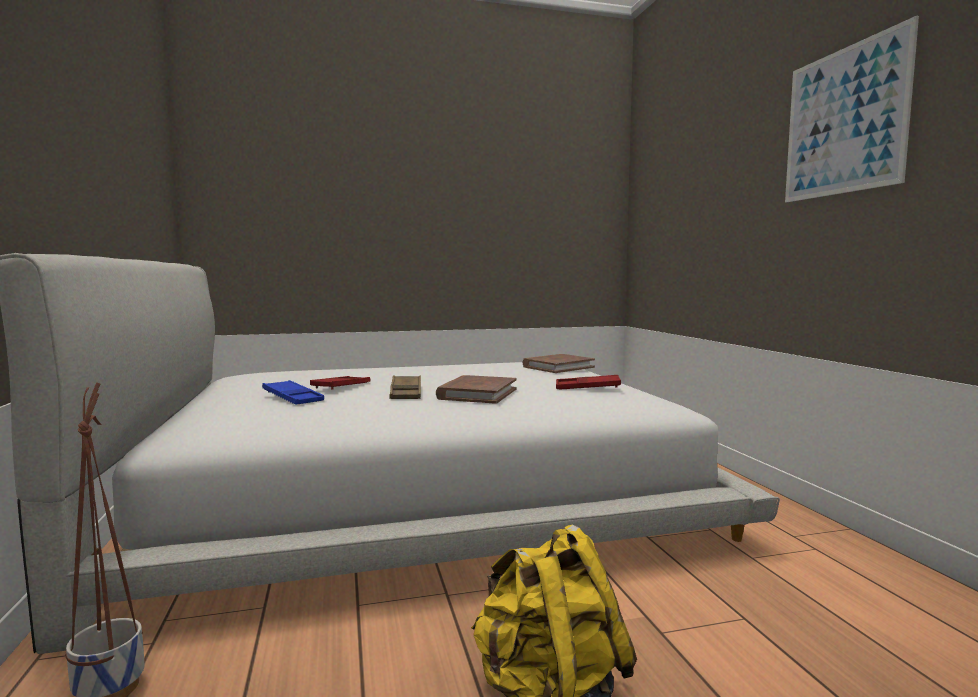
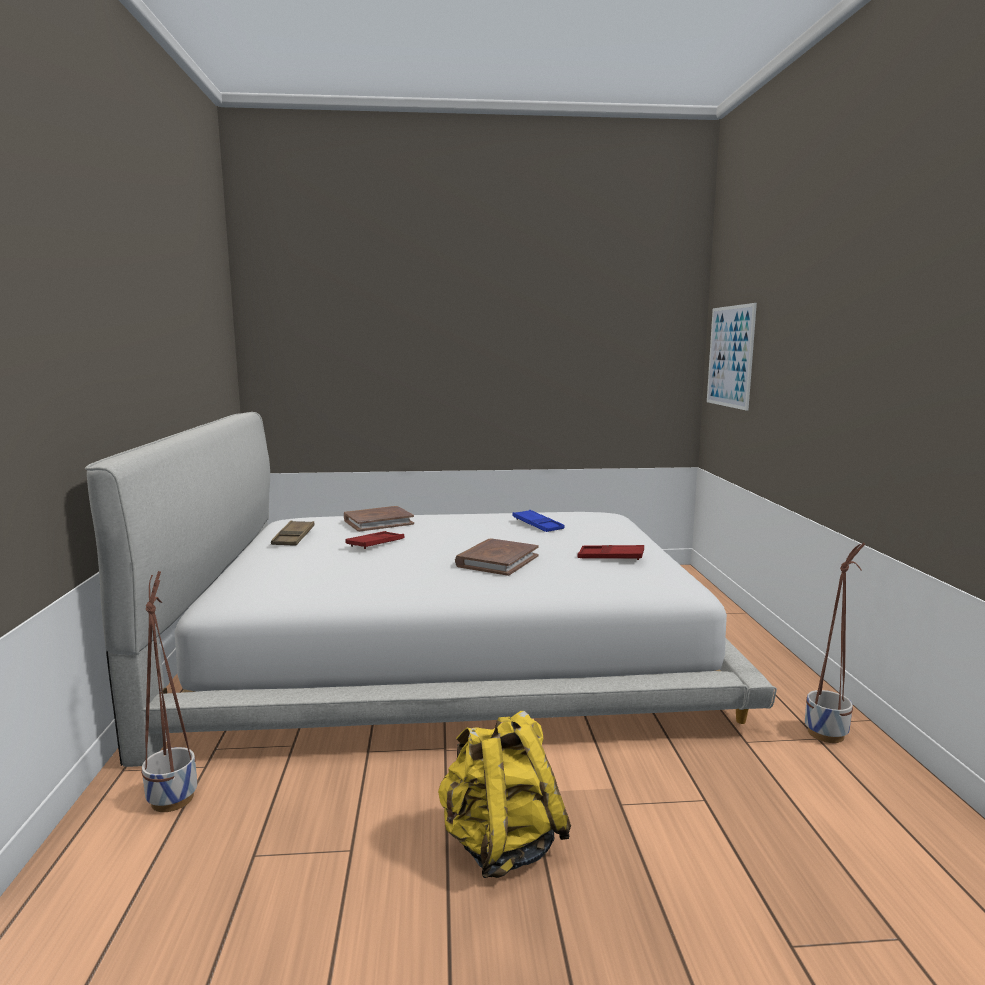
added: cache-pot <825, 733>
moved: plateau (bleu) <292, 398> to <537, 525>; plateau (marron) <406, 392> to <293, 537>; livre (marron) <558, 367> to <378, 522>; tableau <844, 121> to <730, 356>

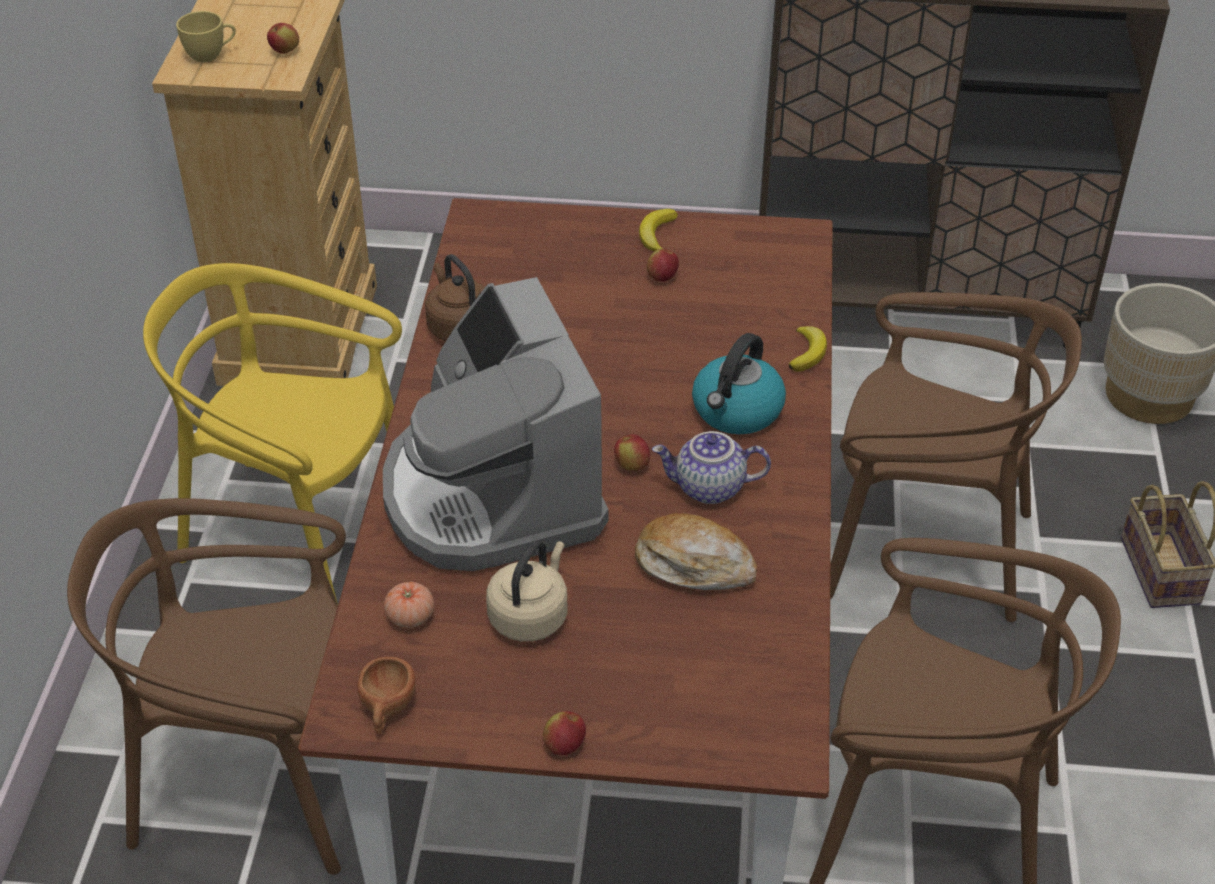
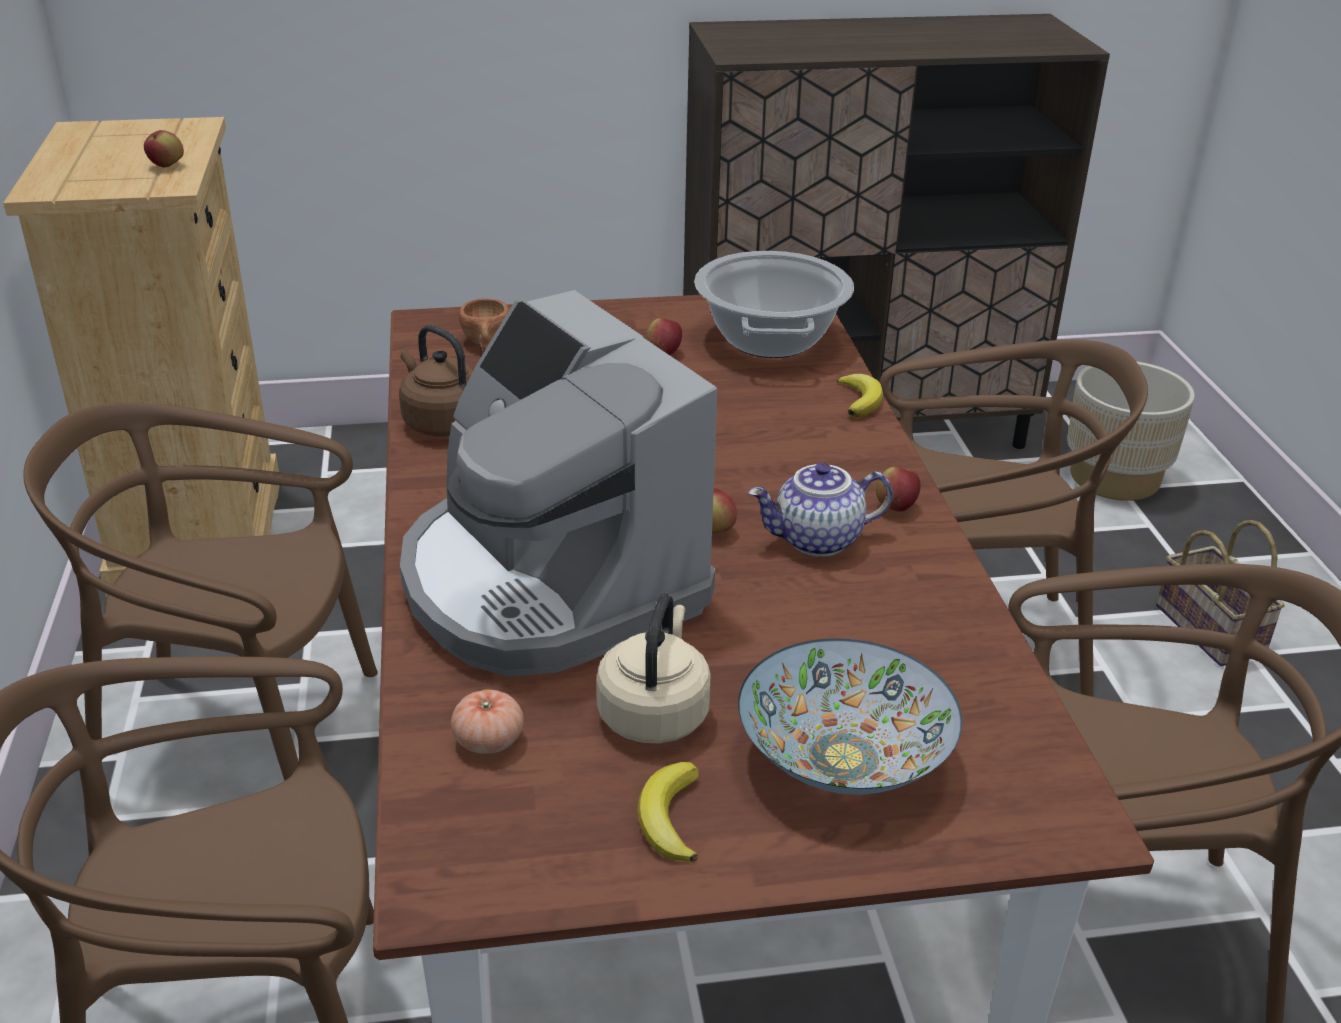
removed: tasse (jaune) <211, 55>; pain <694, 564>; bouilloire <737, 411>
added: marmite <769, 339>; bol <844, 759>
moved: tasse (marron) <387, 710> to <486, 345>; pomme <564, 746> to <895, 507>; banane <656, 234> to <670, 818>
recoloured: chaise (jaune) <299, 532> to chaise (marron) <242, 741>

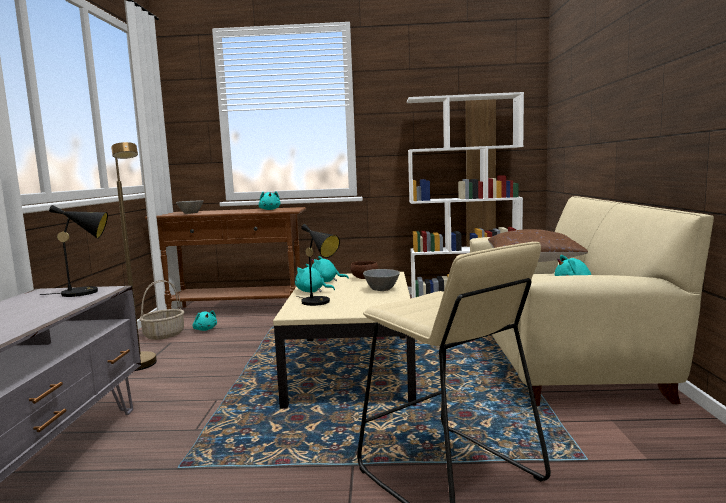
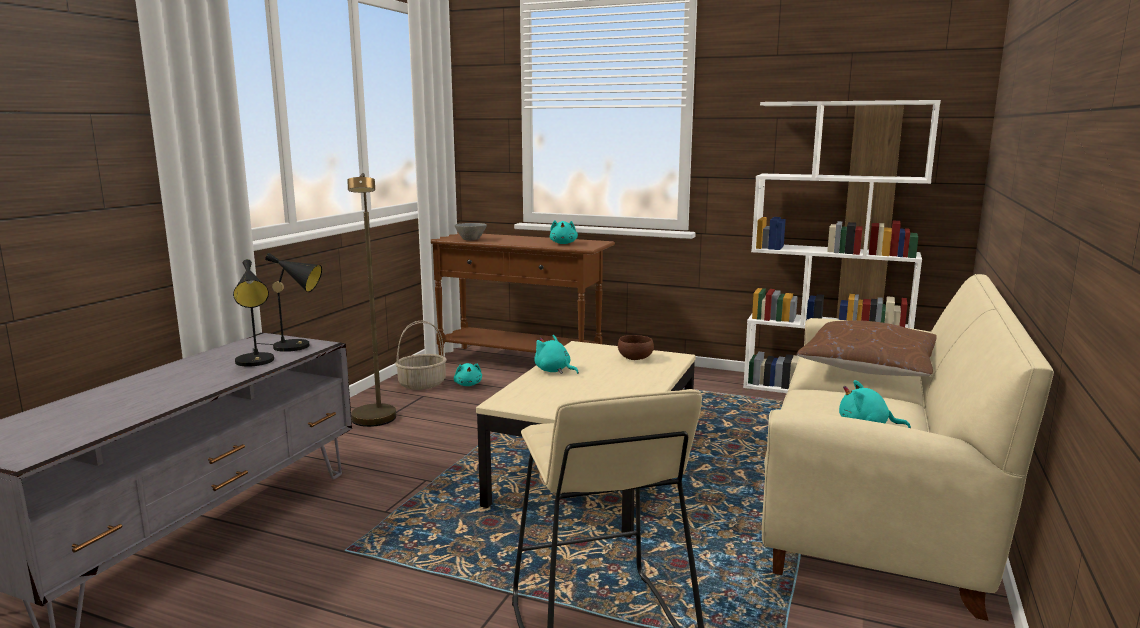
removed: peluche (turquoise) <326, 281>; bol (gris) <381, 289>
moved: lampe de table (noir) <319, 302> to <256, 362>

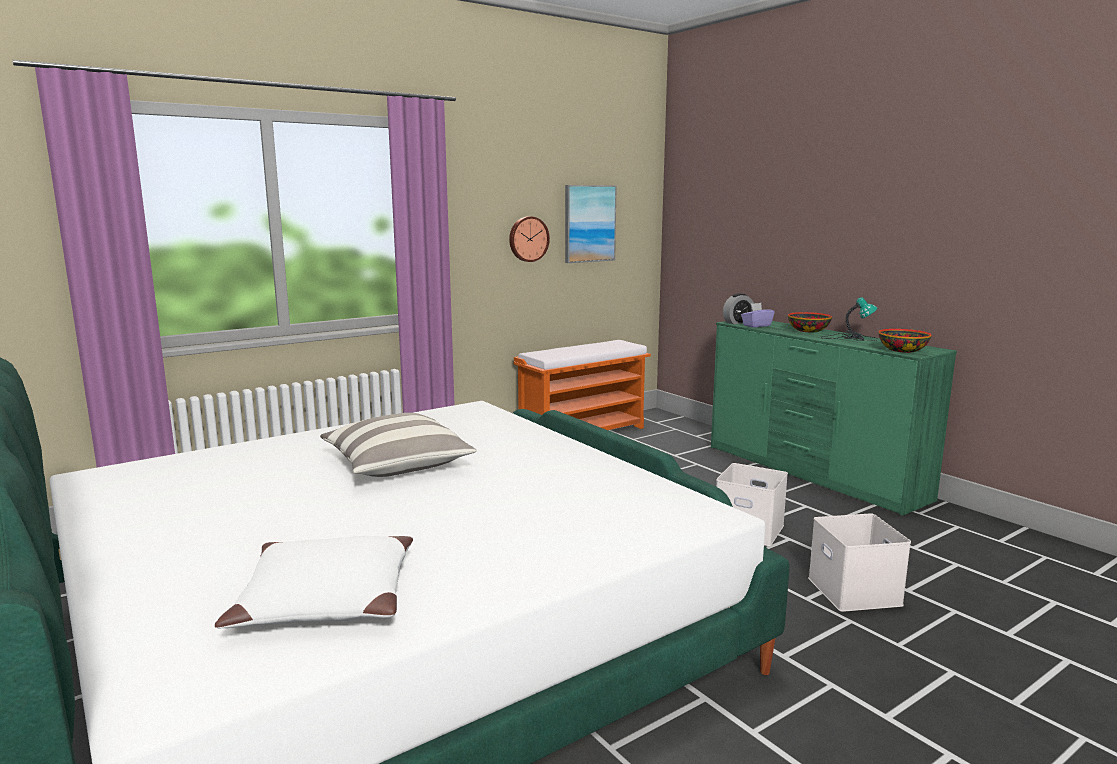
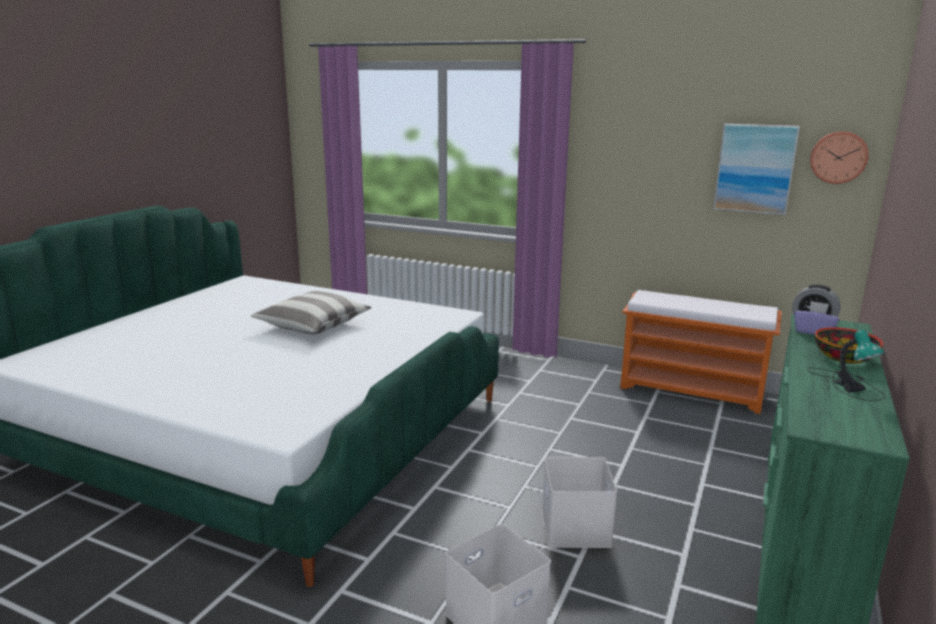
removed: coussin (blanc) <326, 600>; bol <902, 350>
moved: horloge murale <528, 239> to <838, 157>

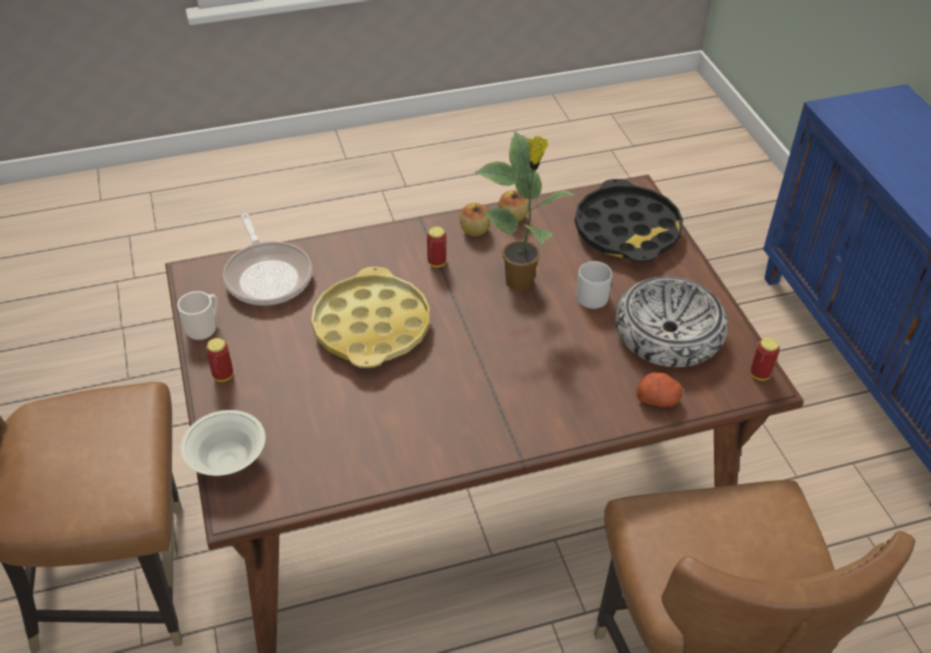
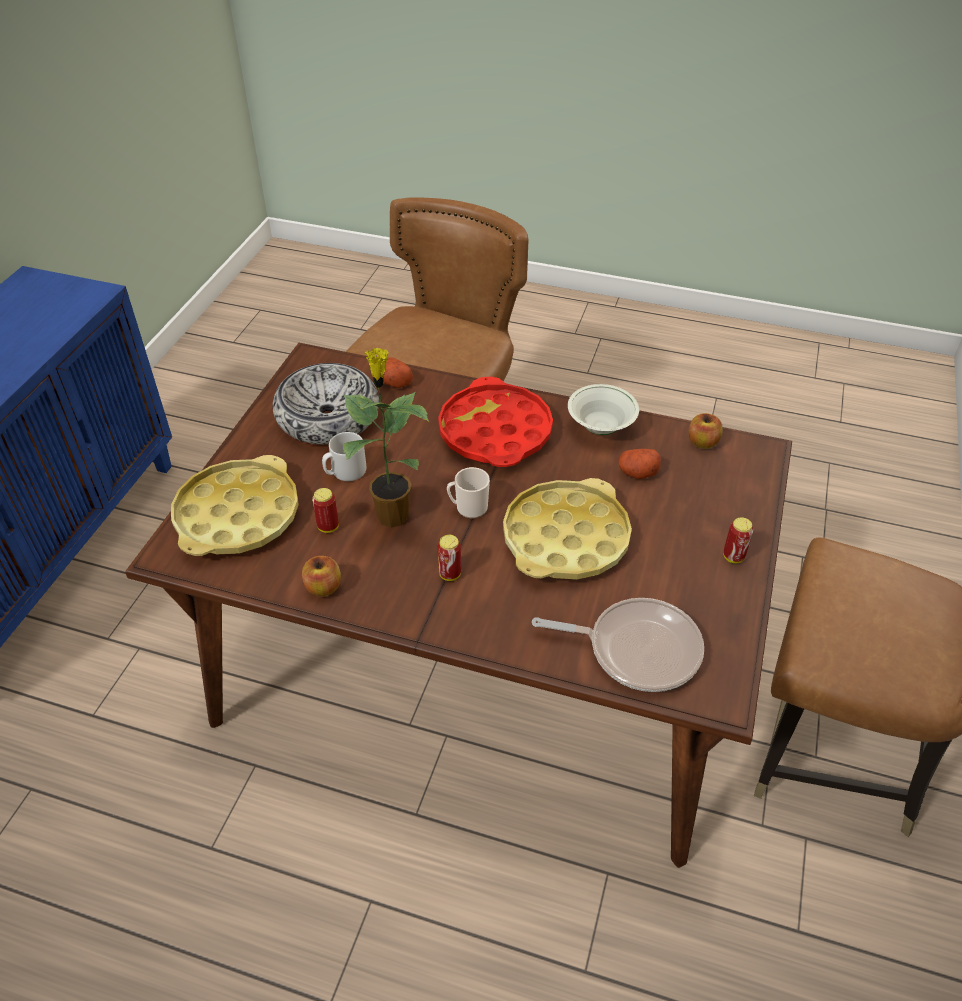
added: plateau (rouge) <495, 432>; pomme de terre <637, 473>
moved: mug <204, 328> to <468, 508>; bol (blanc) <228, 461> to <600, 427>; pomme <474, 230> to <702, 442>; boîte métallique <760, 374> to <328, 527>
recoloured: plateau (noir) <627, 230> to plateau (jaune) <237, 515>
turned: poêle <268, 275> = <637, 649> 90 degrees clockwise

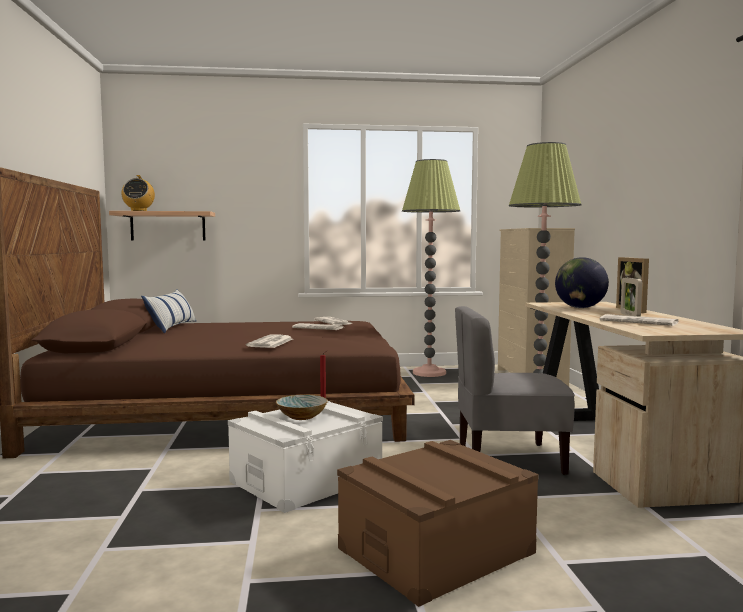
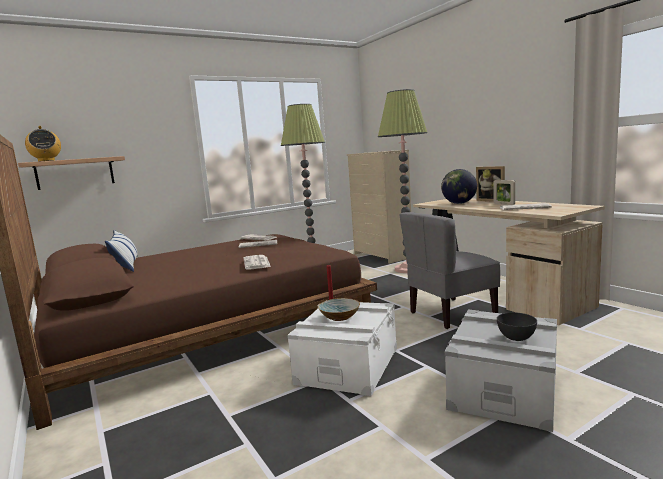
added: bol (gris) <516, 338>
recoloured: boîte de rangement (marron) <436, 550> to boîte de rangement (gris) <504, 389>

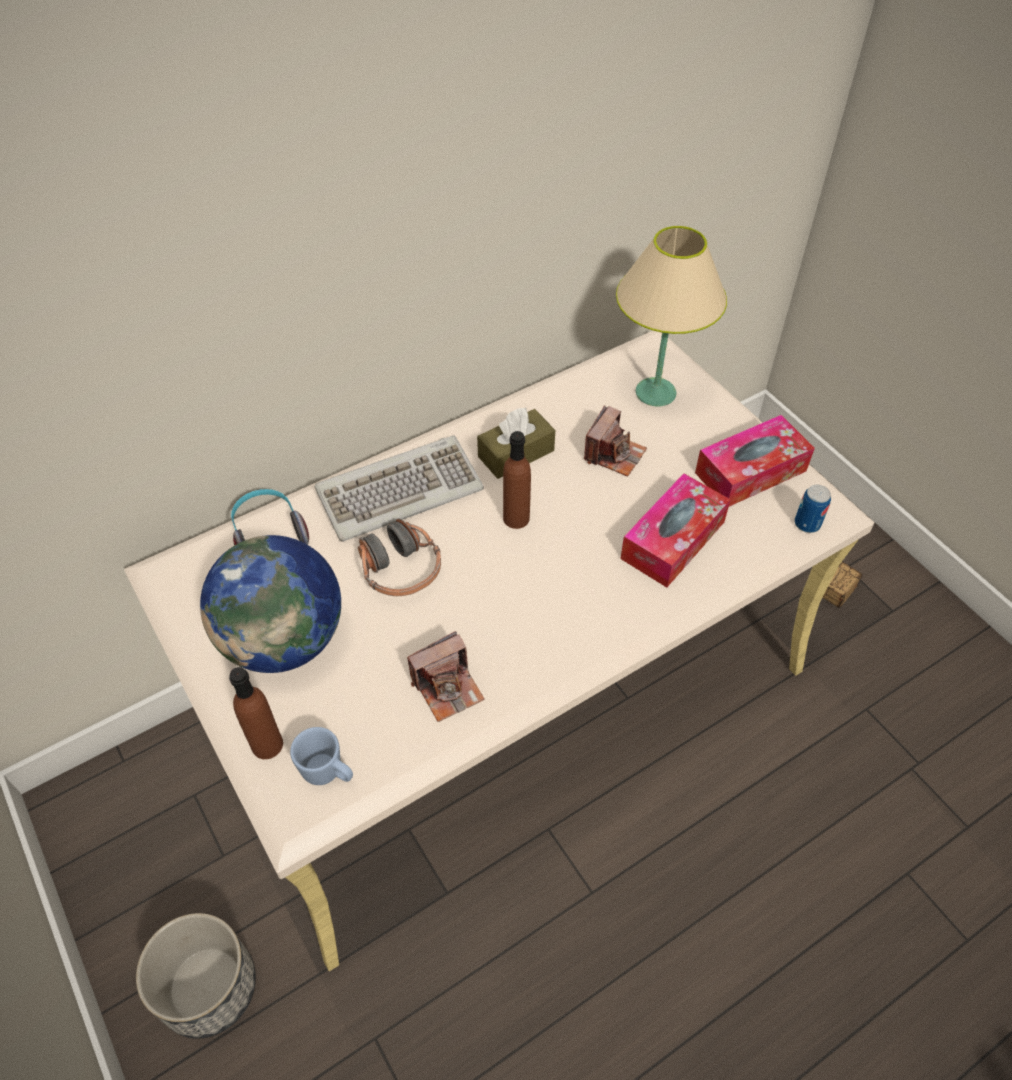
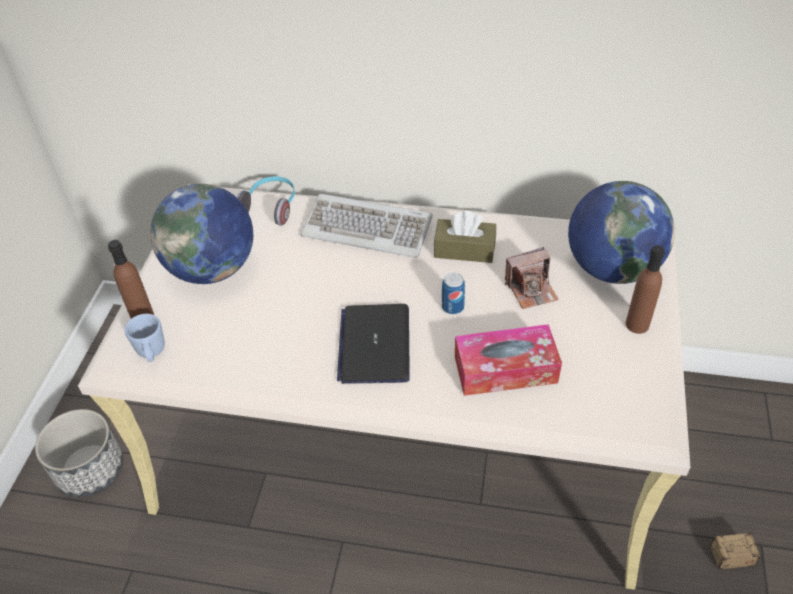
removed: casque audio <400, 570>; appareil photo <447, 688>; boîte à mouchoirs <750, 472>
added: ordinateur portable <374, 344>
moved: bouteille (marron) <516, 518> to <637, 324>; boîte métallique <807, 524> to <452, 307>
replaced: lampe de table (beige) <655, 392> to globe <612, 268>

